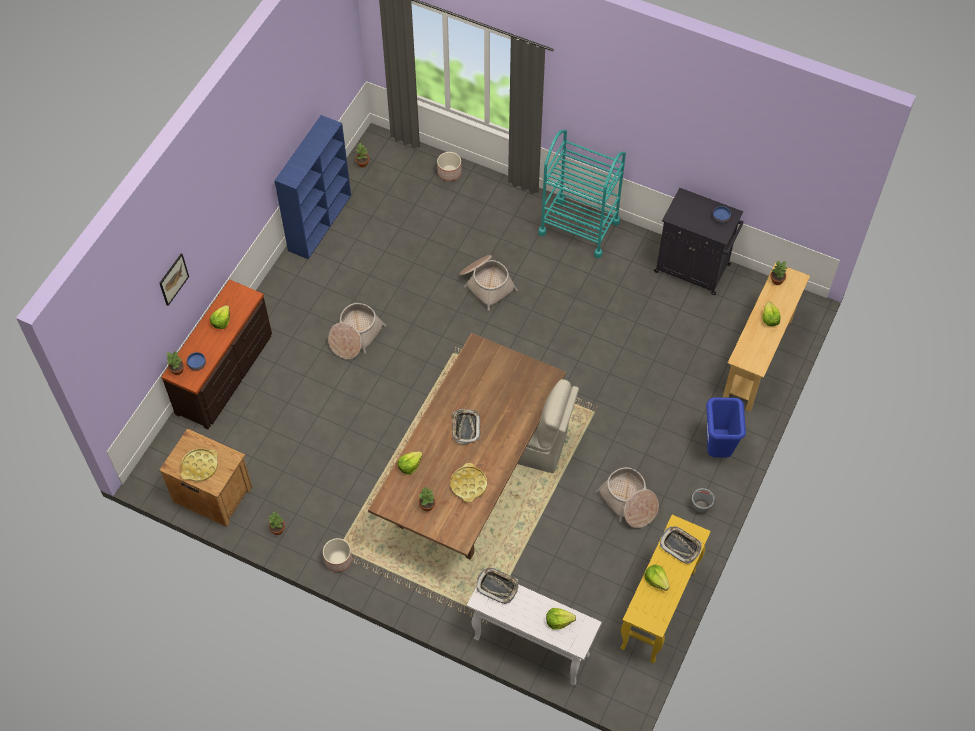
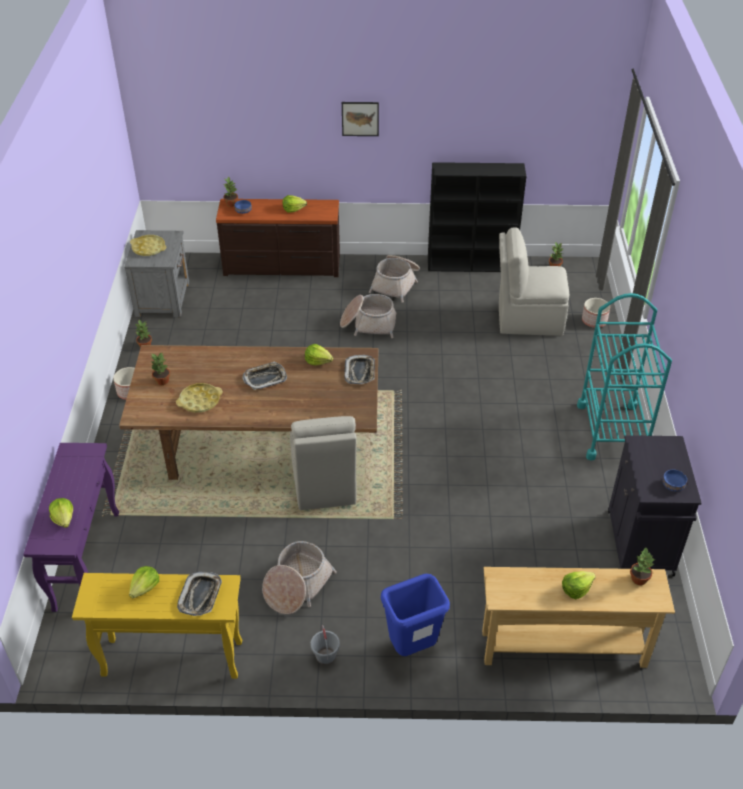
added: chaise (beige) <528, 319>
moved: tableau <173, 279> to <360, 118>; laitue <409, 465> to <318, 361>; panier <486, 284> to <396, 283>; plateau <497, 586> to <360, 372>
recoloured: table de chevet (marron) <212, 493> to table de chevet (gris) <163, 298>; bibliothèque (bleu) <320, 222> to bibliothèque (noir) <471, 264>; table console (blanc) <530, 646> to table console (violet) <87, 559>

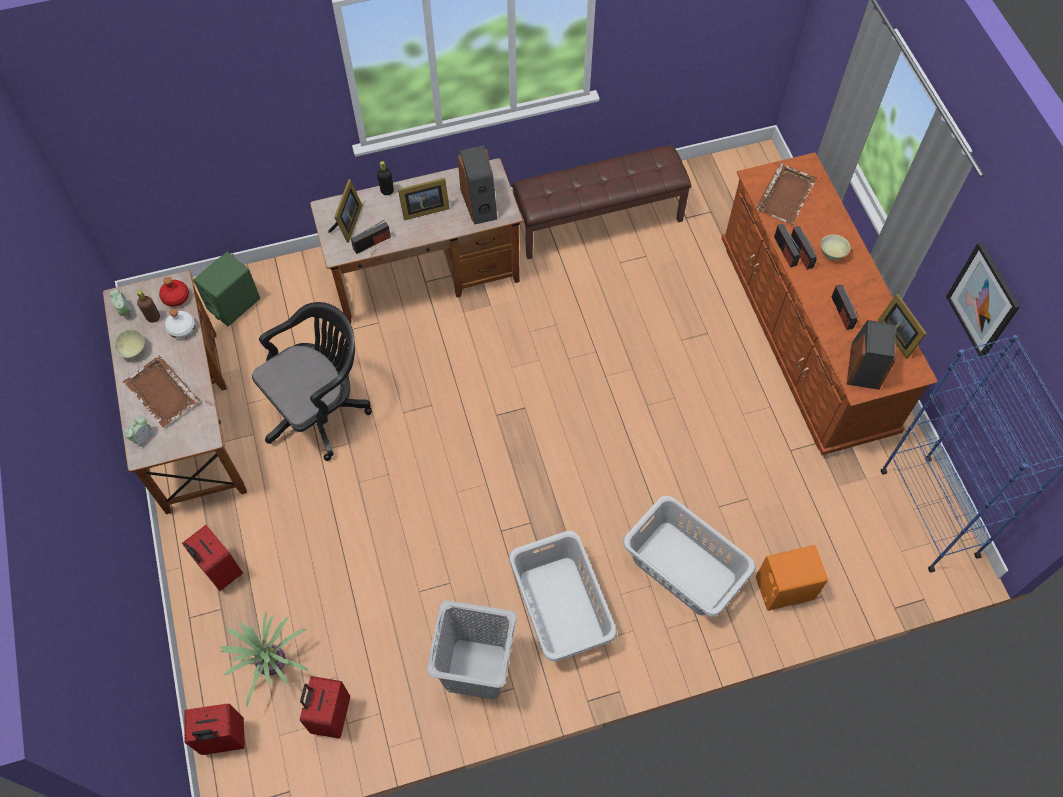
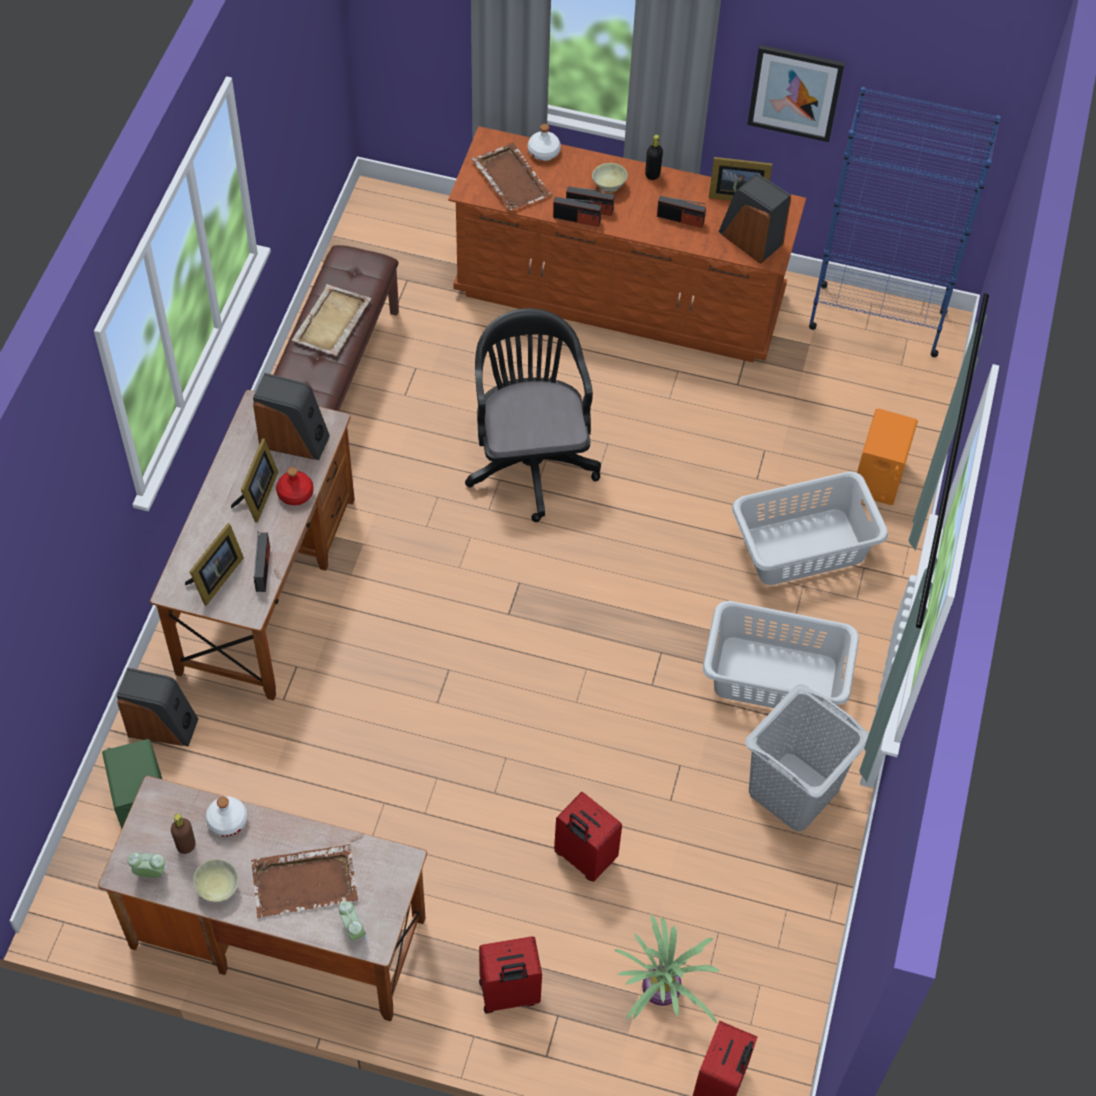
added: enceinte <163, 726>; plateau (beige) <331, 322>; bouteille (blanc) <543, 152>
moved: bouteille (rouge) <175, 297> to <295, 494>; chaise de bureau (noir) <320, 409> to <530, 459>; valise (rouge) <330, 715> to <583, 858>; bouteille (noir) <387, 191> to <652, 175>
turned: cadre photo <348, 224> = <215, 579> 75 degrees clockwise

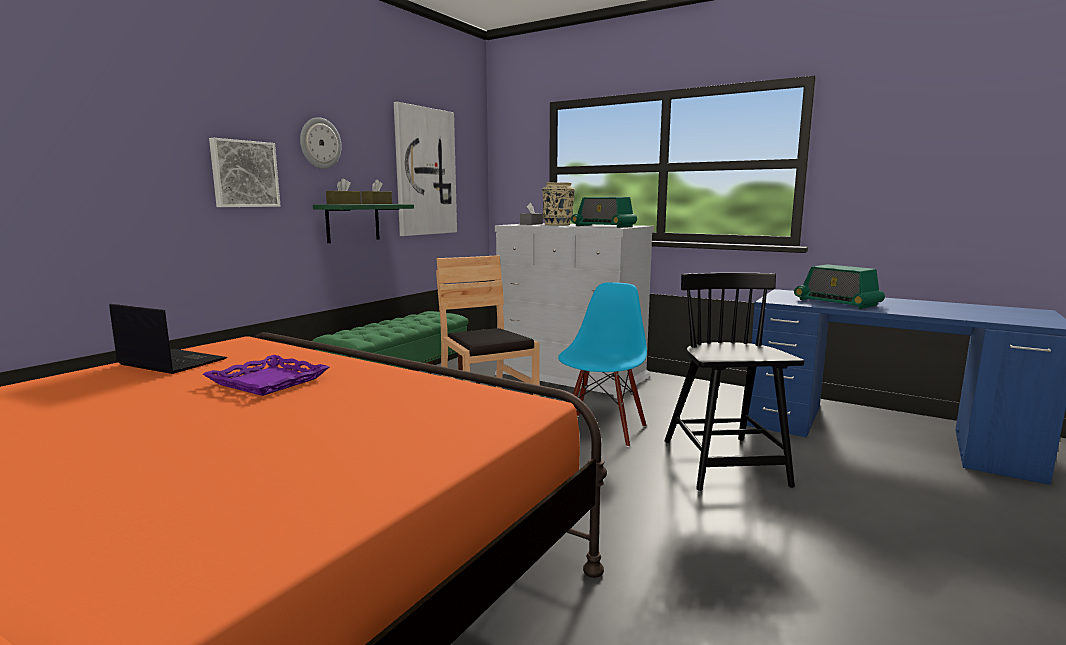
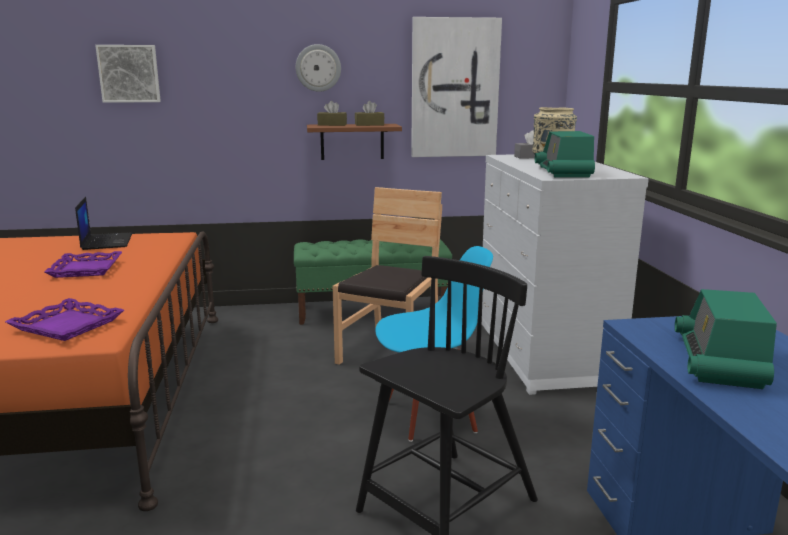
added: plateau (violet) <66, 326>
moved: tableau <244, 174> to <129, 73>
recoloured: étagère (vert) <353, 222> to étagère (marron) <352, 141>

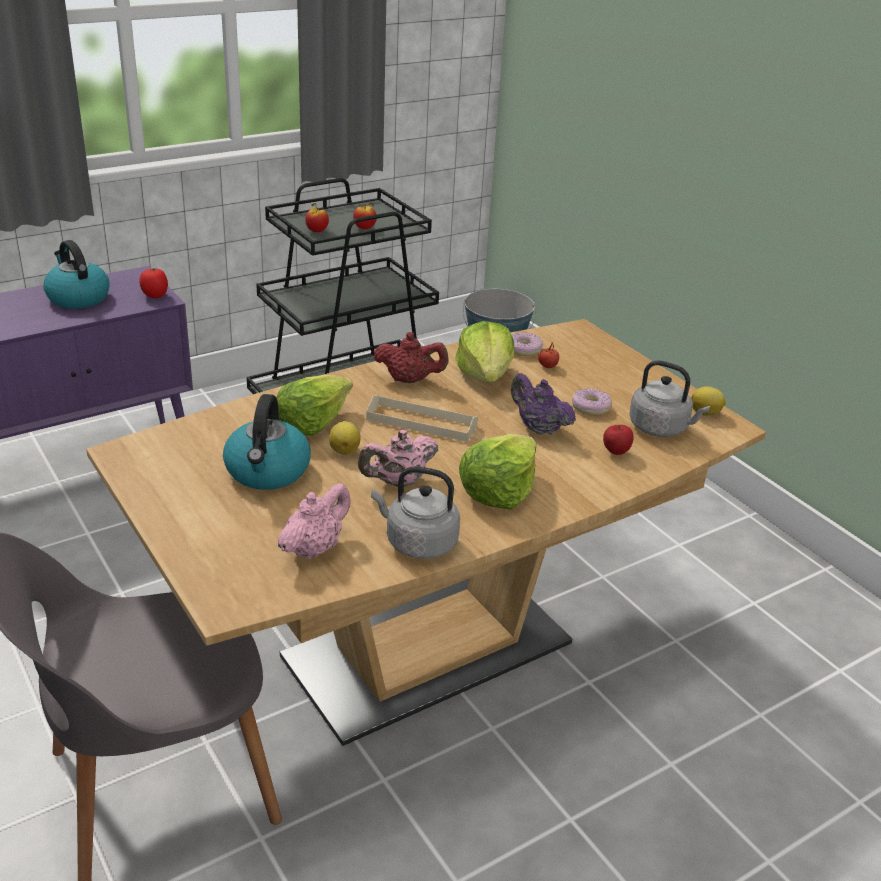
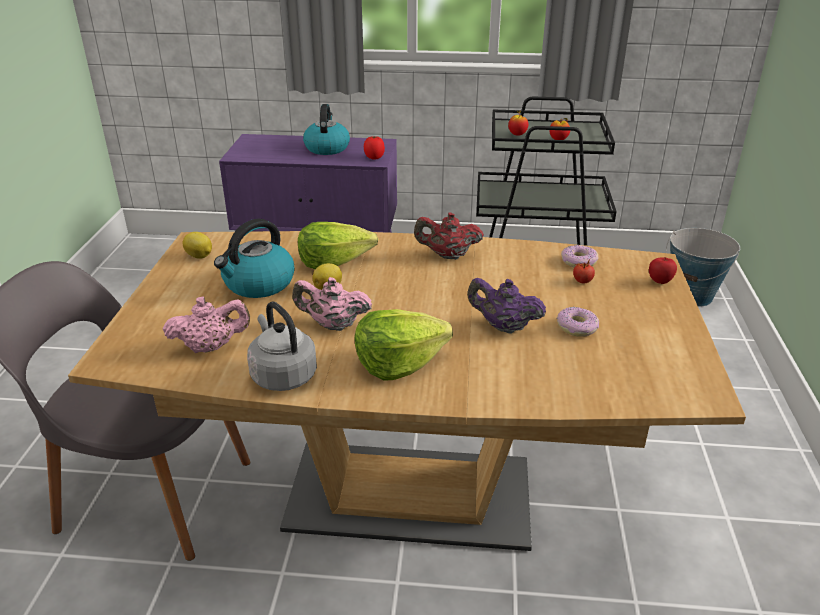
removed: plateau (beige) <421, 422>; laitue <485, 375>; bouilloire (gris) <661, 428>
moved: pomme <615, 452> to <659, 282>; citron <706, 413> to <200, 256>
turned: théière (rouge) <410, 380> = <448, 256> 135 degrees clockwise; théière (violet) <538, 428> = <503, 327> 60 degrees counterclockwise

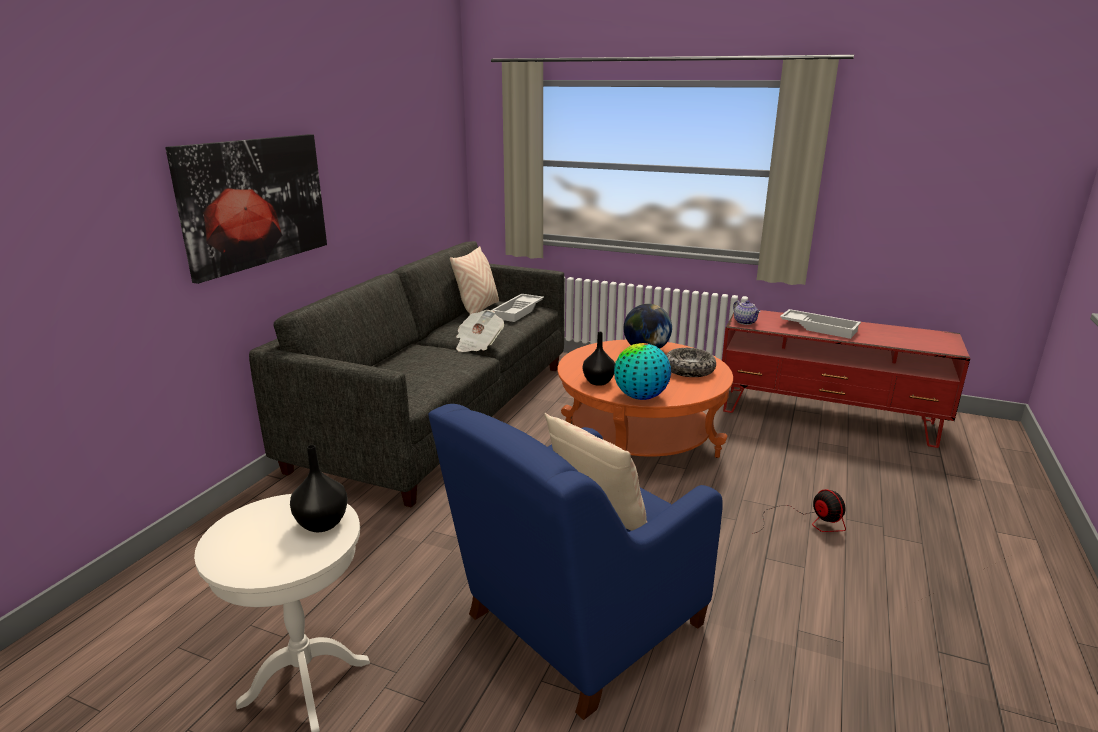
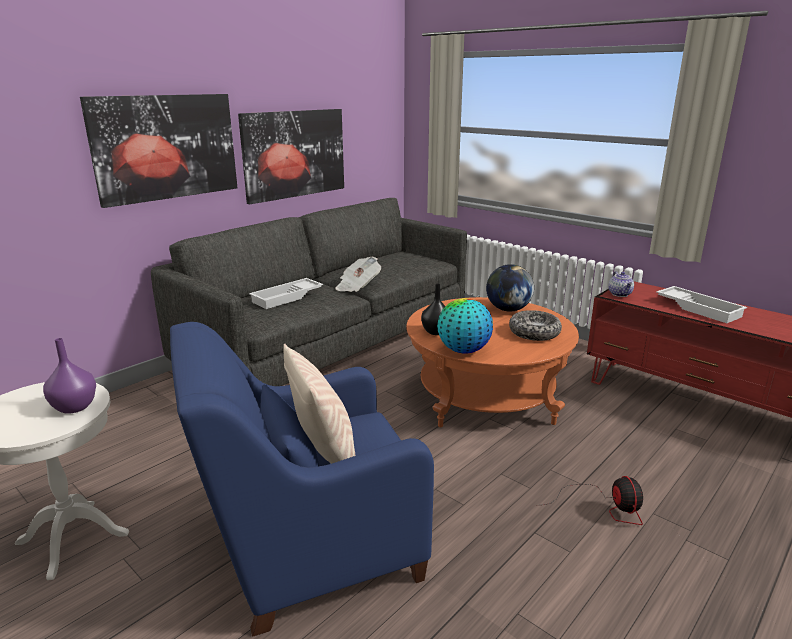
removed: coussin (beige) <478, 309>
added: tableau <294, 154>
moved: plateau (blanc) <519, 312> to <287, 298>
recoloured: vase (noir) <322, 523> to vase (violet) <75, 406>

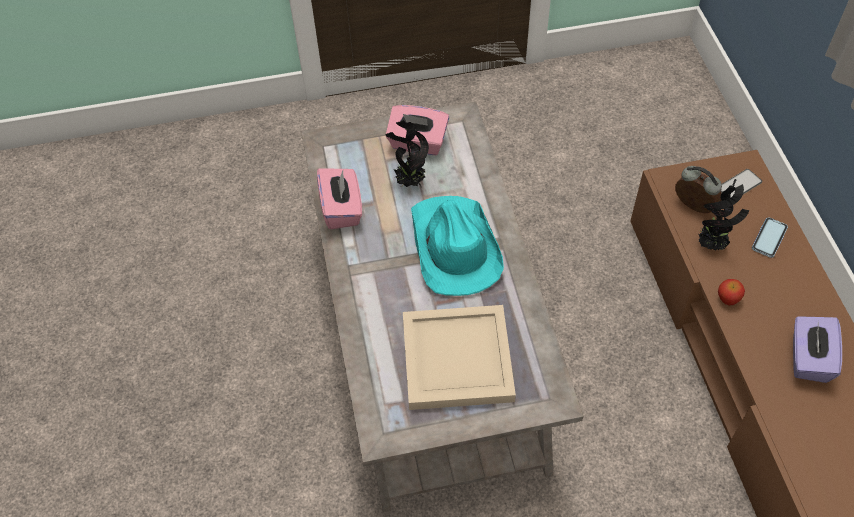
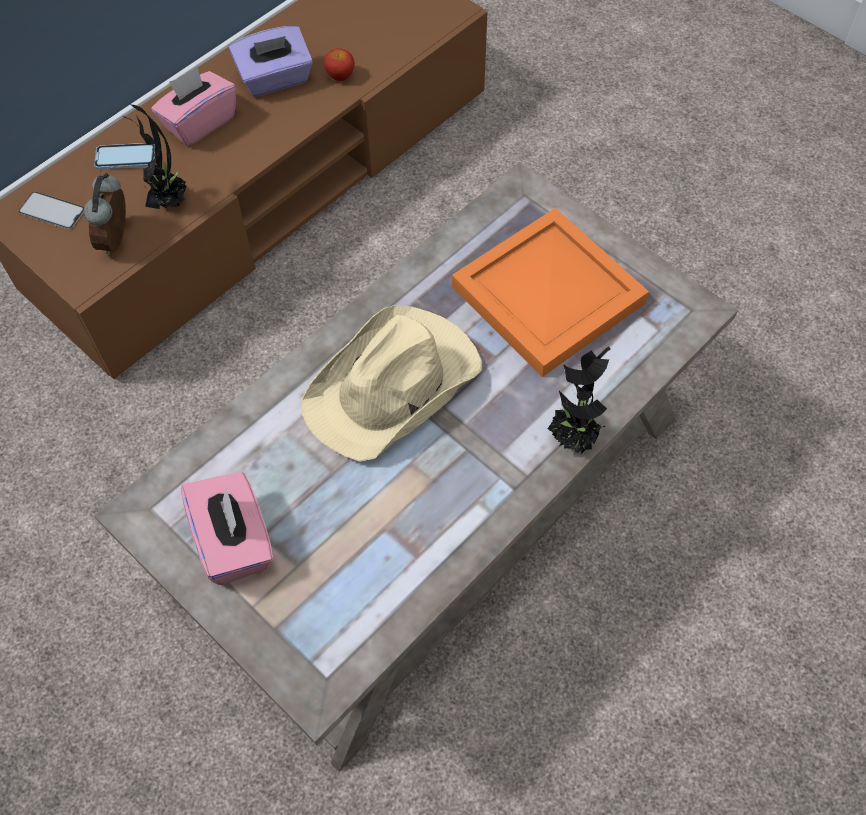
moved: boîte à mouchoirs (rose) <342, 209> to <199, 122>; plante en pot <409, 182> to <574, 439>; pomme <727, 298> to <340, 76>
recoloured: plateau (beige) <458, 358> to plateau (orange) <544, 294>; chapeau (turquoise) <454, 247> to chapeau (beige) <394, 386>

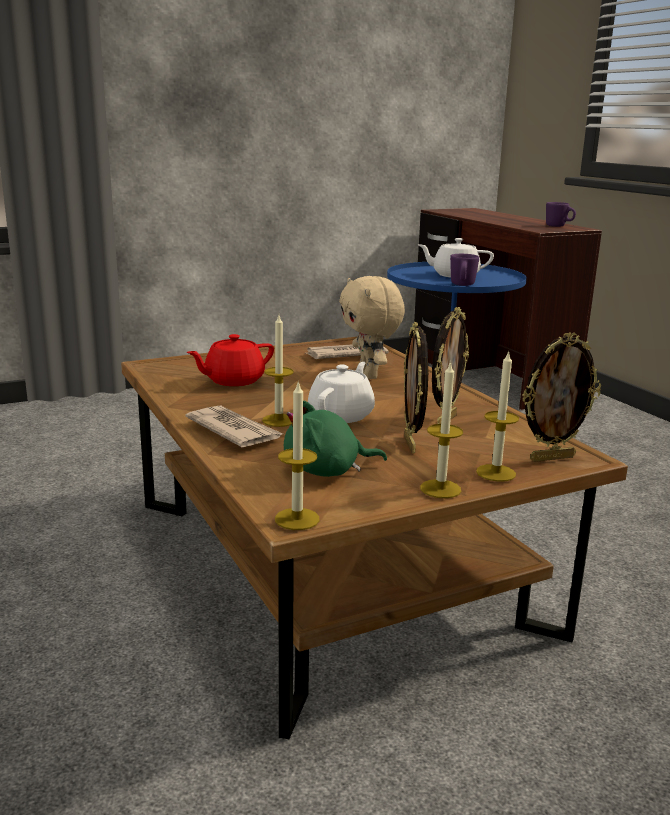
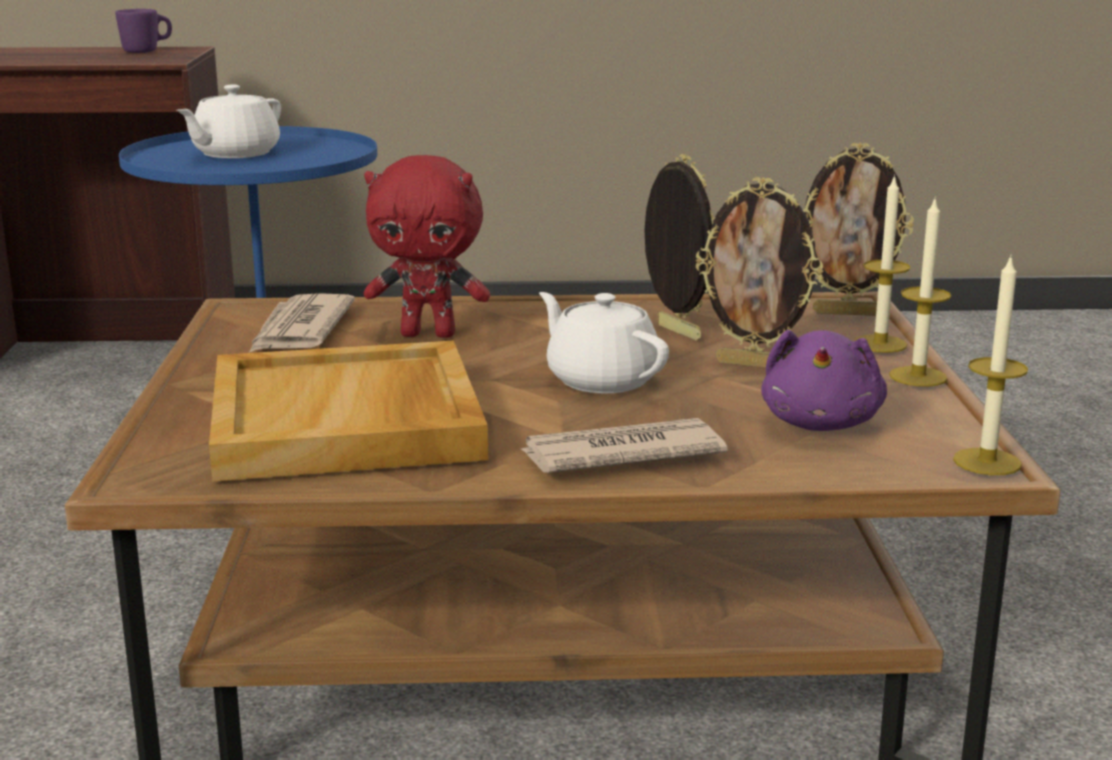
removed: bougie <279, 420>; mug (violet) <462, 285>
replaced: théière (rouge) <233, 380> to plateau (beige) <348, 421>
recoloured: peluche (vert) <327, 471> to peluche (violet) <821, 423>; peluche (beige) <369, 375> to peluche (rouge) <429, 334>
turned: cadre photo <551, 458> = <847, 313> 90 degrees clockwise

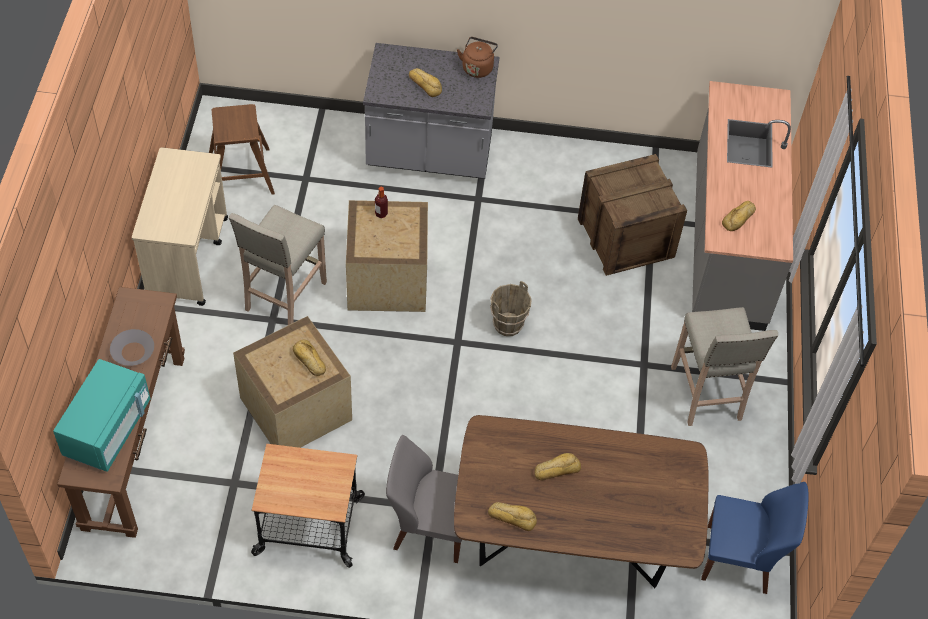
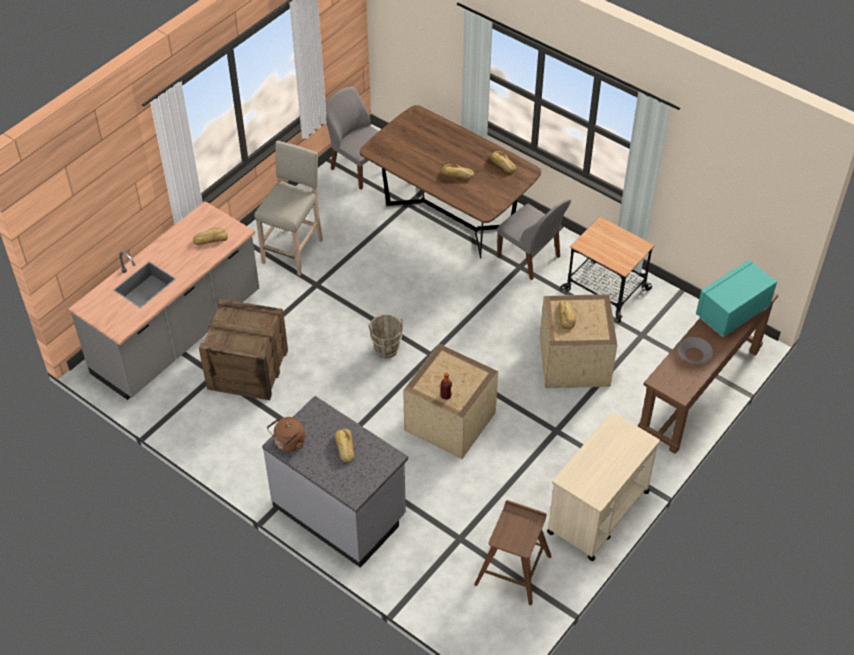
removed: tabouret (beige) <284, 297>
recoloured: chaise (bleu) <739, 559> to chaise (gris) <359, 168>

